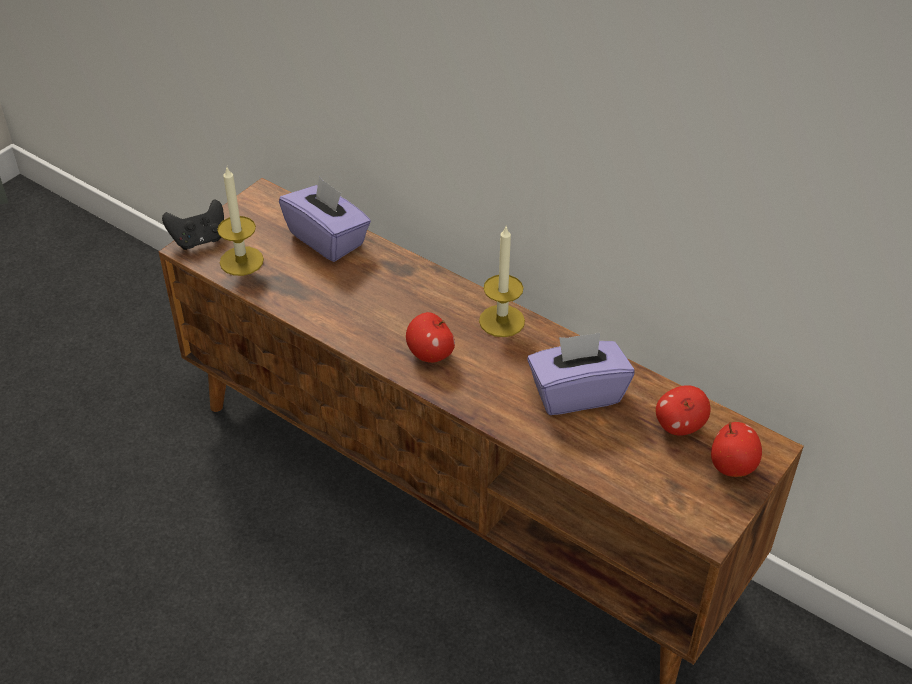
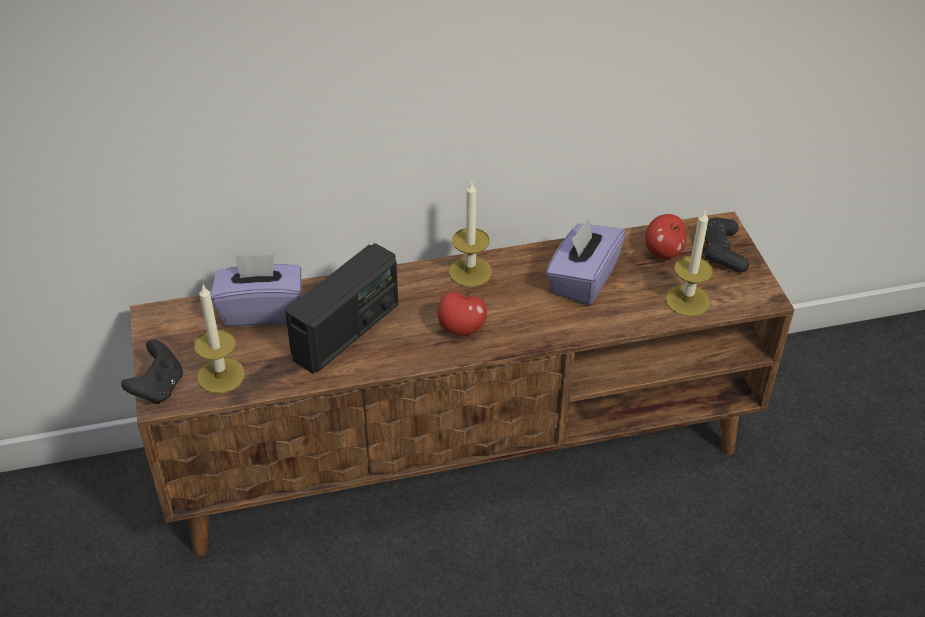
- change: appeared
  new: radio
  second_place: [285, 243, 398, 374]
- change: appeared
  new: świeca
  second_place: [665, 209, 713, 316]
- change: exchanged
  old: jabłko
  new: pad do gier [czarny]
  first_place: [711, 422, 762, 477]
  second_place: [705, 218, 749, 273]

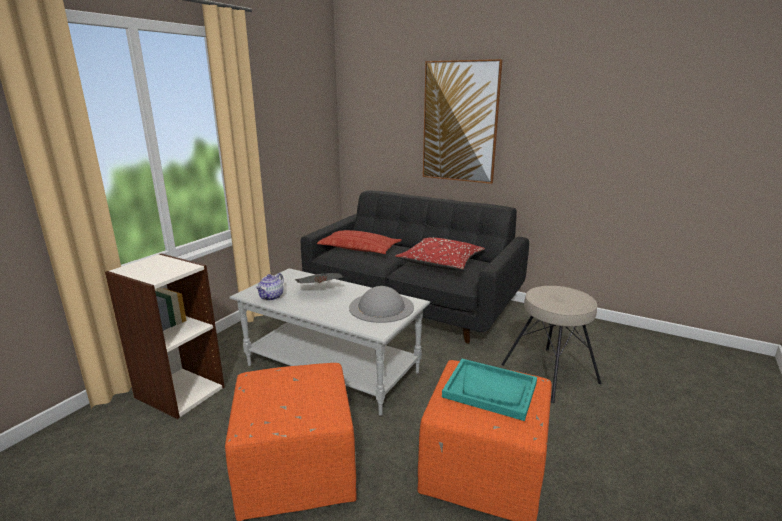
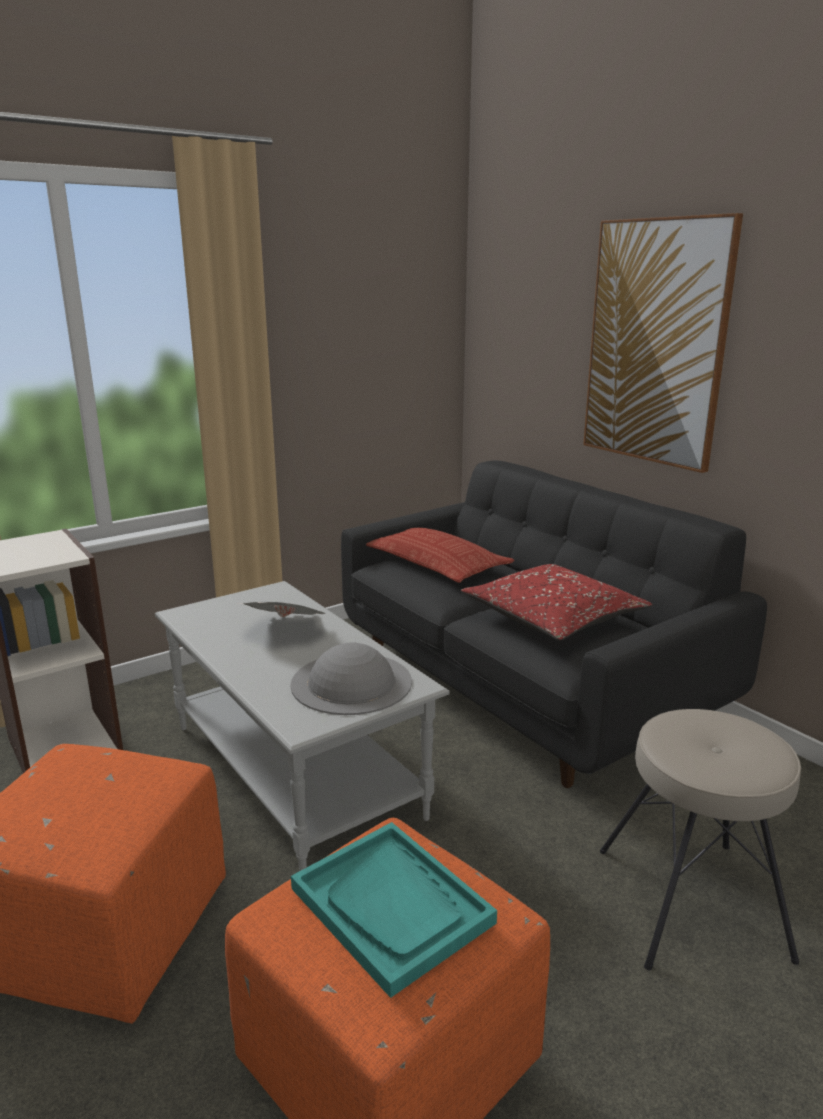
- change: missing
  old: imbryk
  first_place: [256, 273, 284, 300]

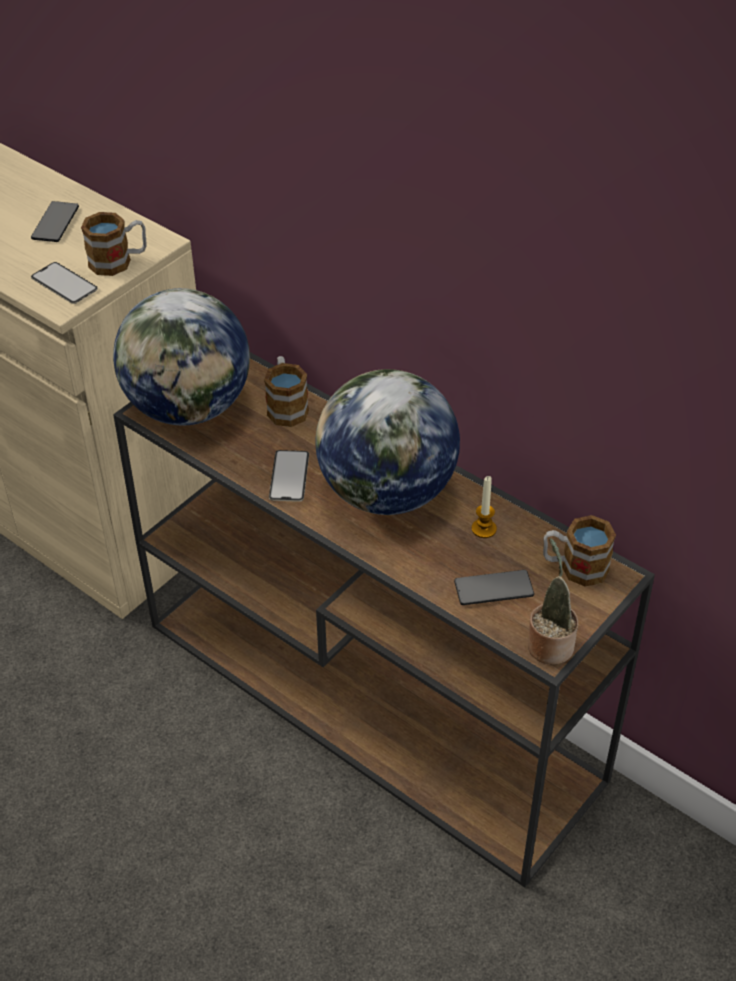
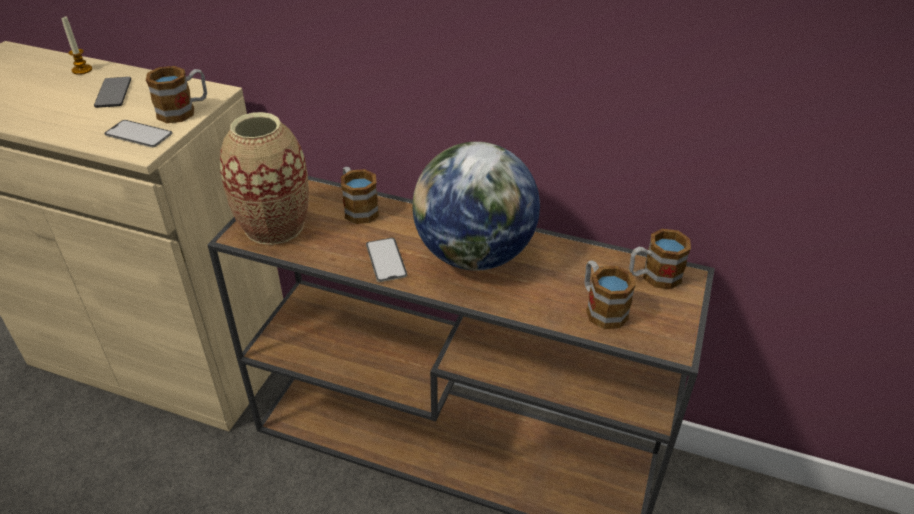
- change: missing
  old: roślina doniczkowa
  first_place: [528, 538, 578, 665]
- change: relocated
  old: świeca
  first_place: [472, 476, 497, 538]
  second_place: [62, 17, 92, 75]
- change: exchanged
  old: globus
  new: wazon
  first_place: [113, 288, 250, 426]
  second_place: [220, 112, 309, 245]
- change: exchanged
  old: telefon
  new: kubek
  first_place: [454, 570, 534, 605]
  second_place: [584, 260, 636, 329]

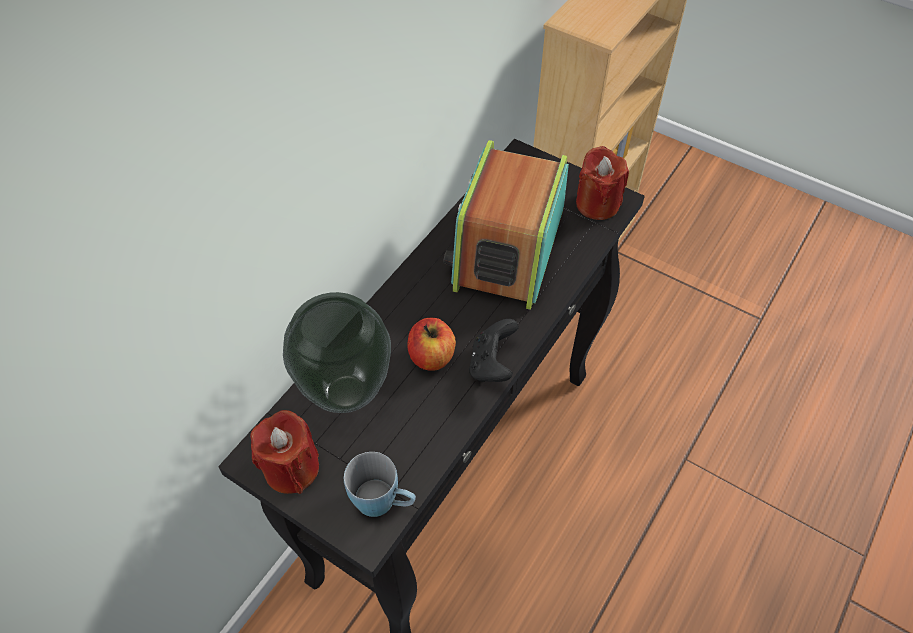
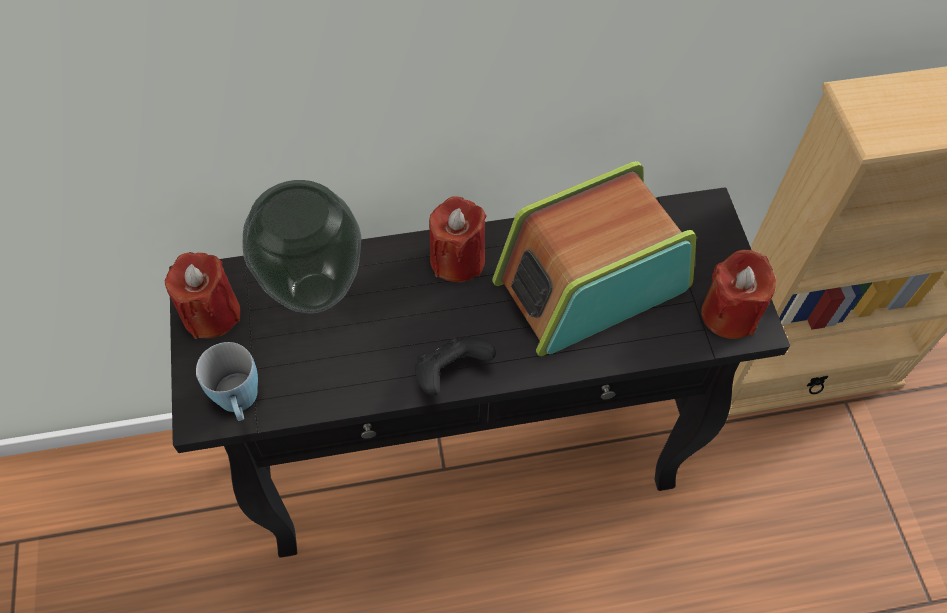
- change: missing
  old: jabłko
  first_place: [407, 318, 456, 371]
- change: appeared
  new: świeca [czerwony]
  second_place: [429, 196, 486, 282]

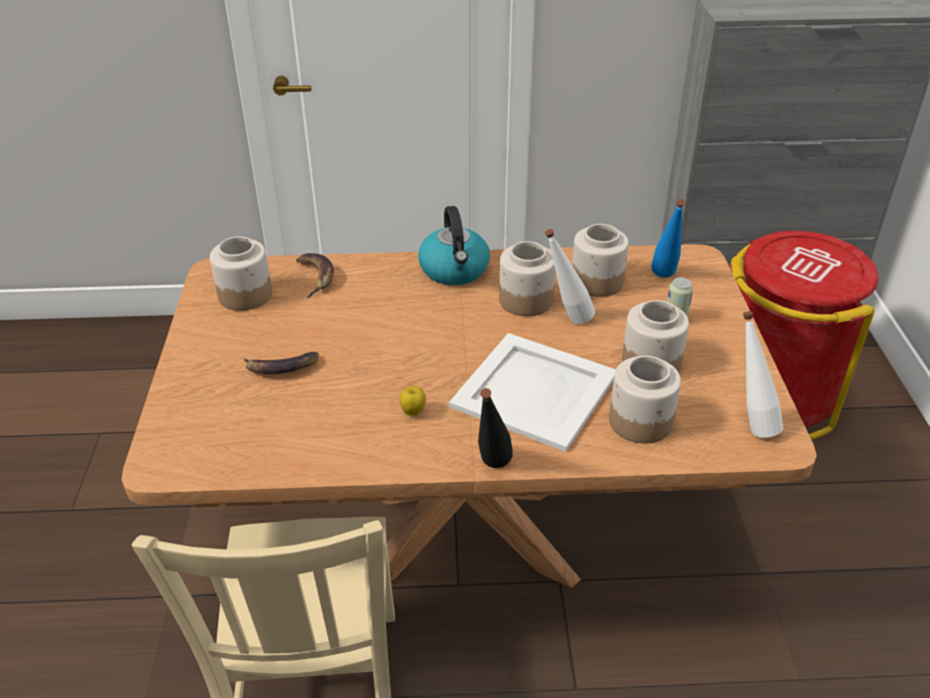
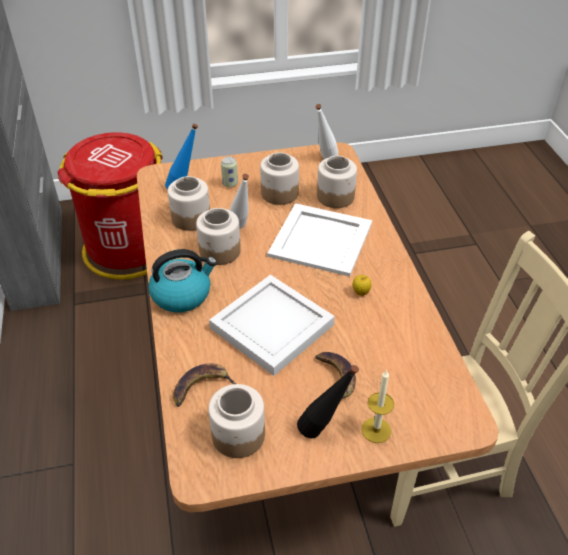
- change: appeared
  new: taca [biały]
  second_place: [209, 275, 335, 376]
- change: appeared
  new: świeca
  second_place: [362, 370, 394, 443]
- change: relocated
  old: butelka [czarny]
  first_place: [478, 388, 513, 468]
  second_place: [297, 365, 359, 439]

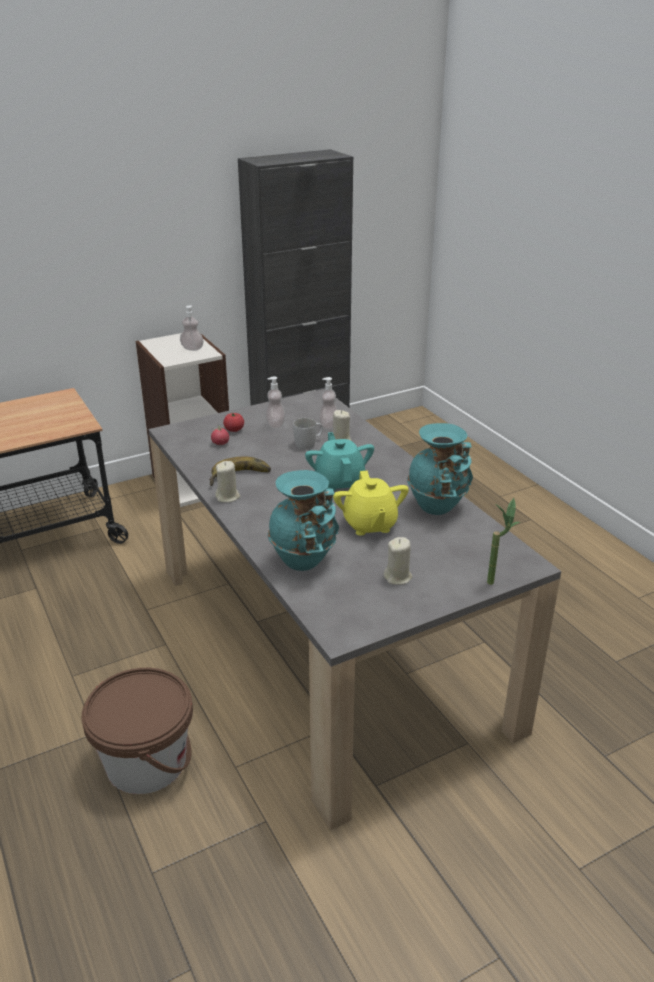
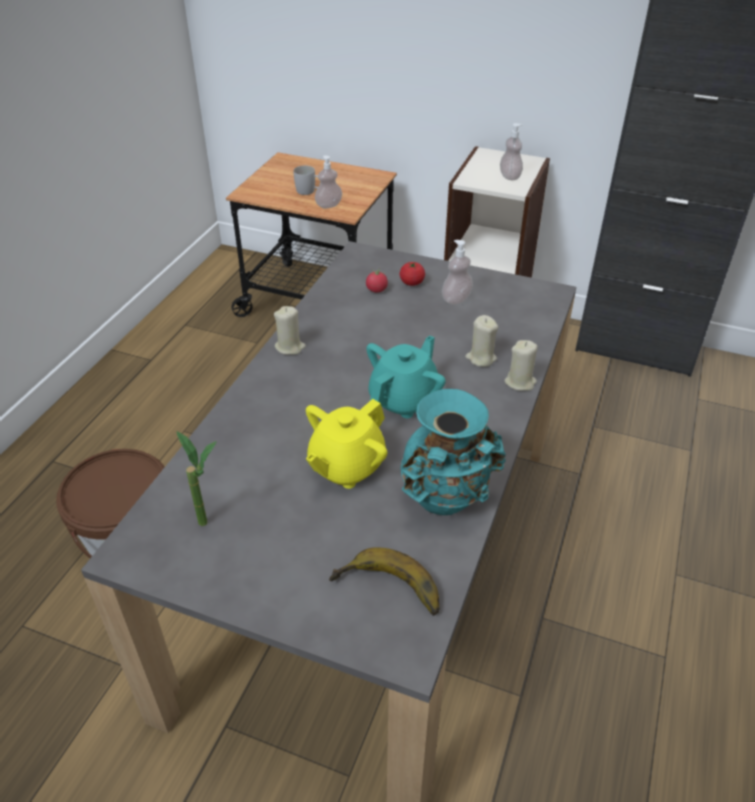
- change: missing
  old: wazon [turkusowy]
  first_place: [268, 470, 339, 571]
- change: relocated
  old: banan
  first_place: [210, 457, 271, 486]
  second_place: [329, 547, 440, 616]
- change: relocated
  old: kubek [biały]
  first_place: [293, 418, 323, 449]
  second_place: [294, 166, 318, 195]
- change: relocated
  old: dozownik mydła
  first_place: [318, 377, 338, 429]
  second_place: [315, 156, 342, 208]
- change: relocated
  old: świeca [beżowy]
  first_place: [383, 537, 413, 585]
  second_place: [504, 340, 538, 391]
- change: relocated
  old: roślina doniczkowa
  first_place: [487, 498, 520, 585]
  second_place: [176, 431, 217, 526]

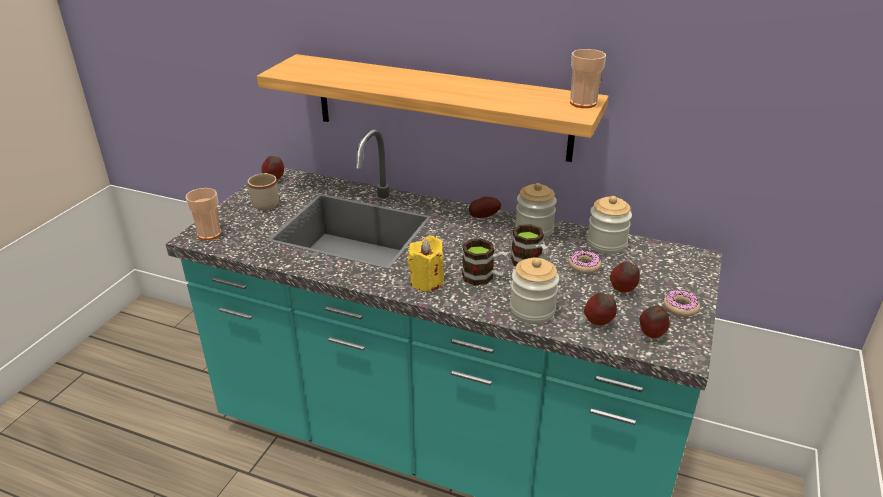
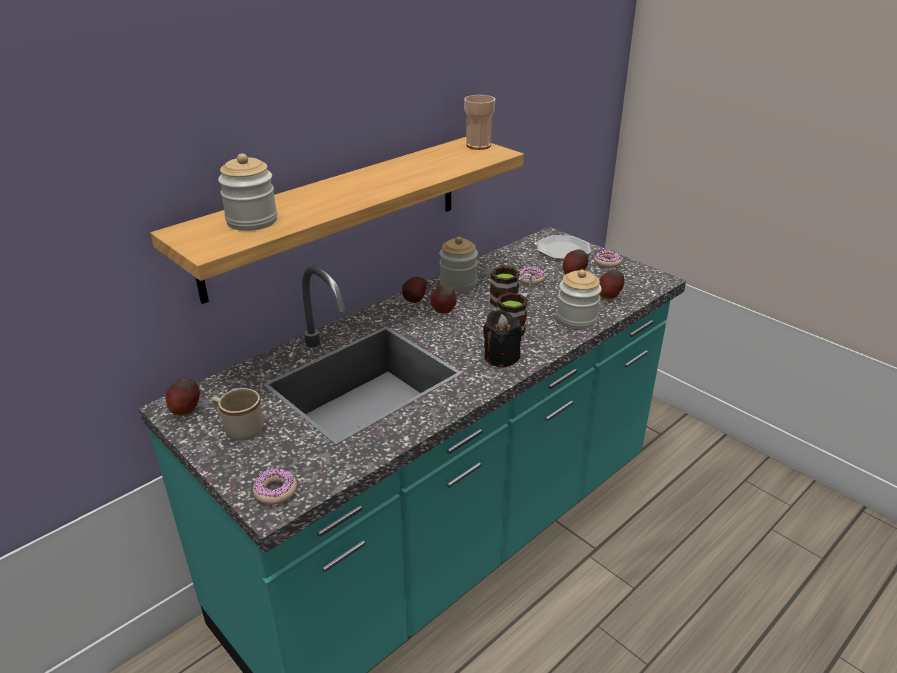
- change: appeared
  new: talerz
  second_place: [537, 235, 591, 259]
- change: relocated
  old: słoik
  first_place: [587, 196, 632, 254]
  second_place: [218, 153, 277, 231]
- change: relocated
  old: jabłko
  first_place: [640, 305, 670, 338]
  second_place: [431, 285, 456, 314]
- change: exchanged
  old: filiżanka
  new: donut
  first_place: [185, 188, 222, 240]
  second_place: [253, 469, 297, 505]
- change: colour
  old: świeca [żółty]
  new: świeca [czarny]
  first_place: [408, 236, 444, 292]
  second_place: [483, 310, 521, 367]

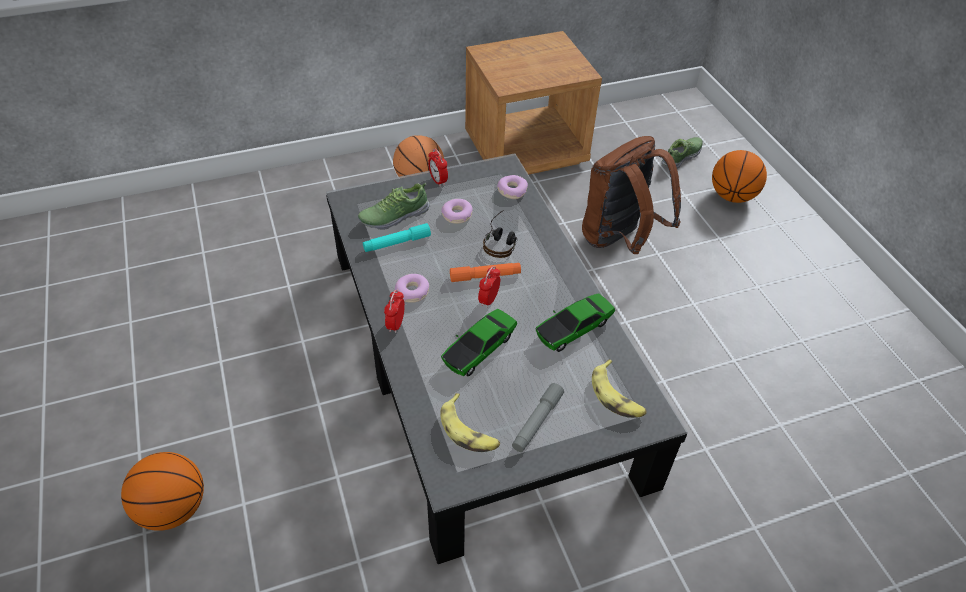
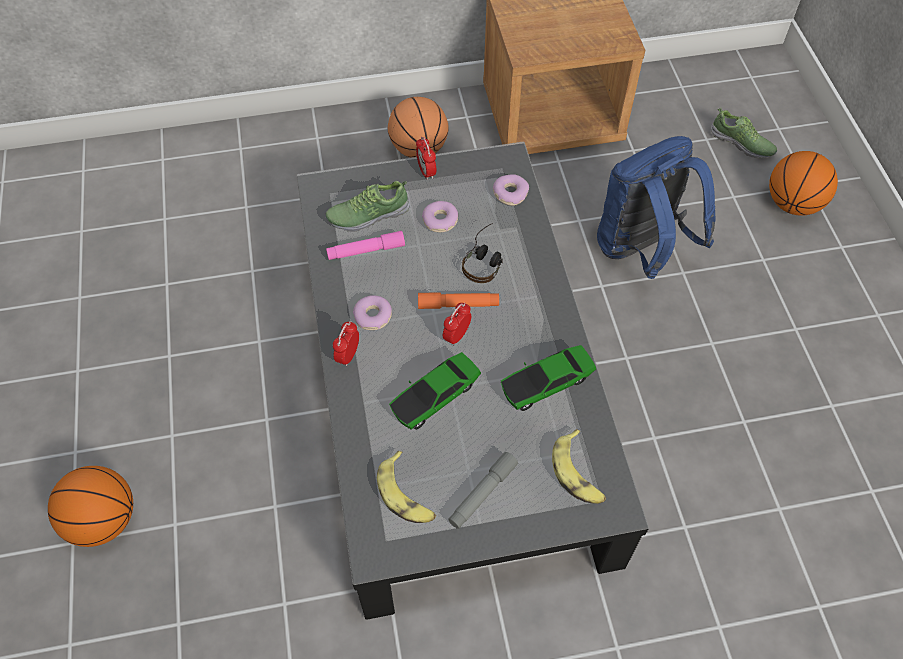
- change: colour
  old: latarka [turkusowy]
  new: latarka [różowy]
  first_place: [363, 223, 431, 252]
  second_place: [326, 231, 405, 260]
- change: colour
  old: plecak [brązowy]
  new: plecak [niebieski]
  first_place: [582, 136, 681, 254]
  second_place: [597, 136, 715, 279]
- change: spun
  old: but
  first_place: [661, 137, 703, 169]
  second_place: [711, 108, 777, 158]
  degrees: 75

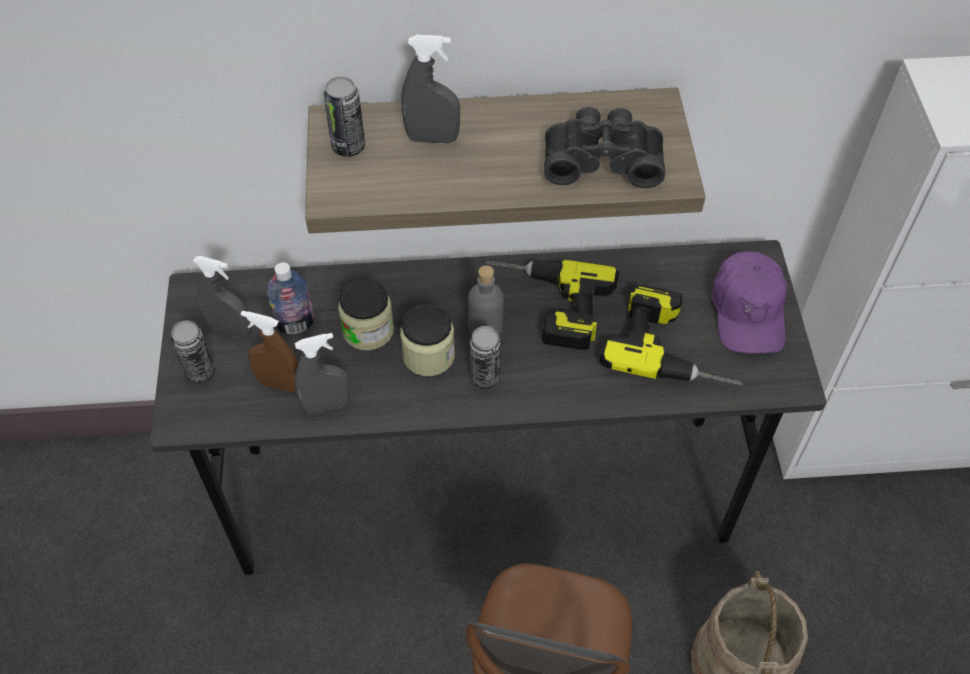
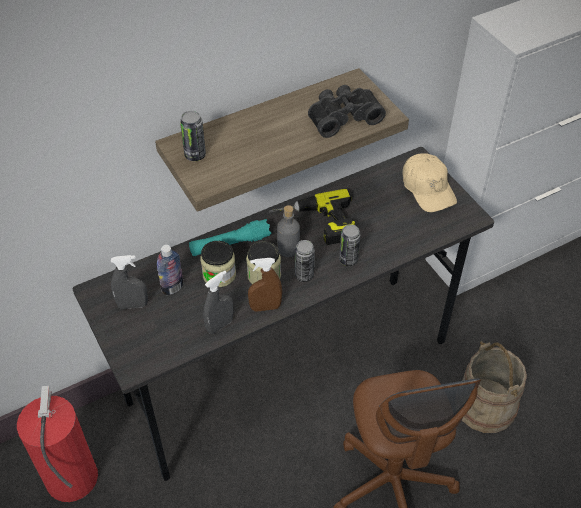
- change: missing
  old: spryskiwacz [szary]
  first_place: [401, 35, 460, 144]
- change: missing
  old: wiertarka
  first_place: [599, 285, 743, 386]
- change: appeared
  new: gaśnica
  second_place: [17, 386, 98, 502]
- change: appeared
  new: latarka [turkusowy]
  second_place: [189, 219, 271, 256]
- change: relocated
  old: puszka
  first_place: [171, 320, 215, 383]
  second_place: [339, 224, 361, 266]
- change: relocated
  old: spryskiwacz [brązowy]
  first_place: [241, 311, 298, 393]
  second_place: [248, 258, 282, 312]
- change: colour
  old: czapka z daszkiem [fioletowy]
  new: czapka z daszkiem [beżowy]
  first_place: [711, 251, 787, 353]
  second_place: [402, 153, 457, 212]

